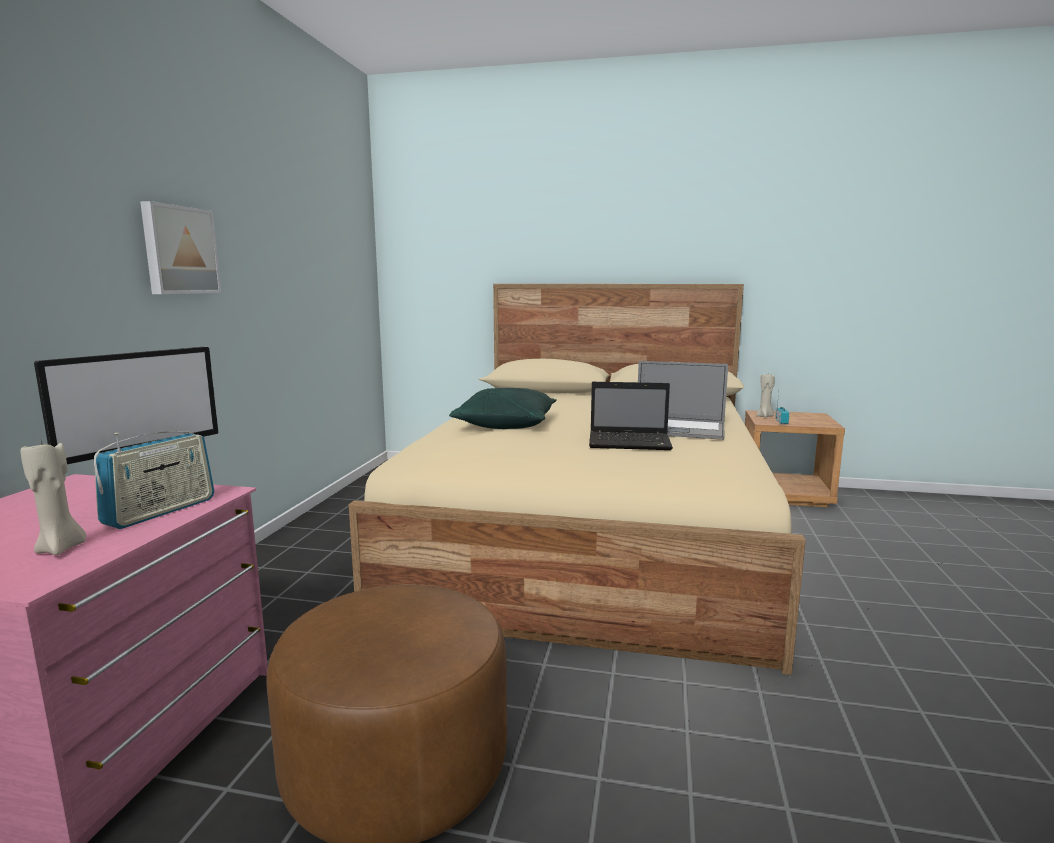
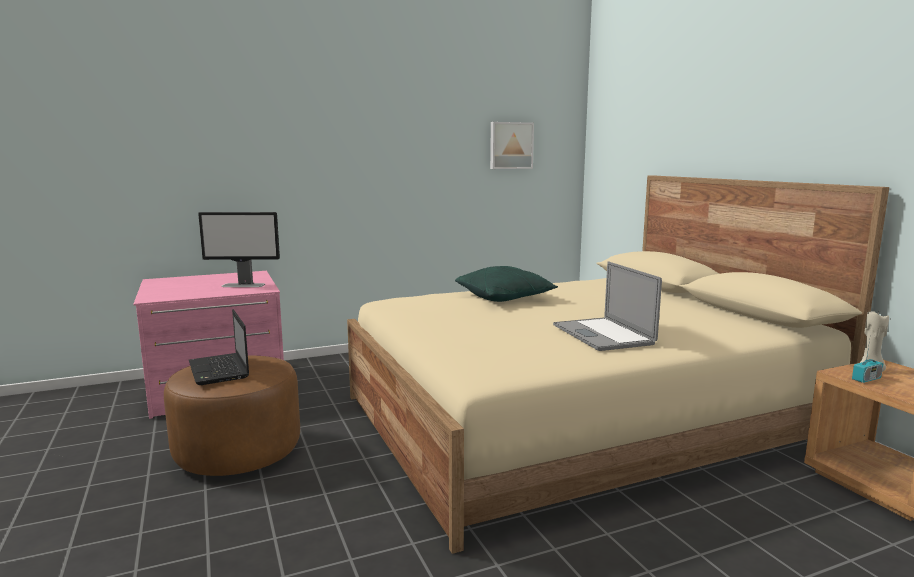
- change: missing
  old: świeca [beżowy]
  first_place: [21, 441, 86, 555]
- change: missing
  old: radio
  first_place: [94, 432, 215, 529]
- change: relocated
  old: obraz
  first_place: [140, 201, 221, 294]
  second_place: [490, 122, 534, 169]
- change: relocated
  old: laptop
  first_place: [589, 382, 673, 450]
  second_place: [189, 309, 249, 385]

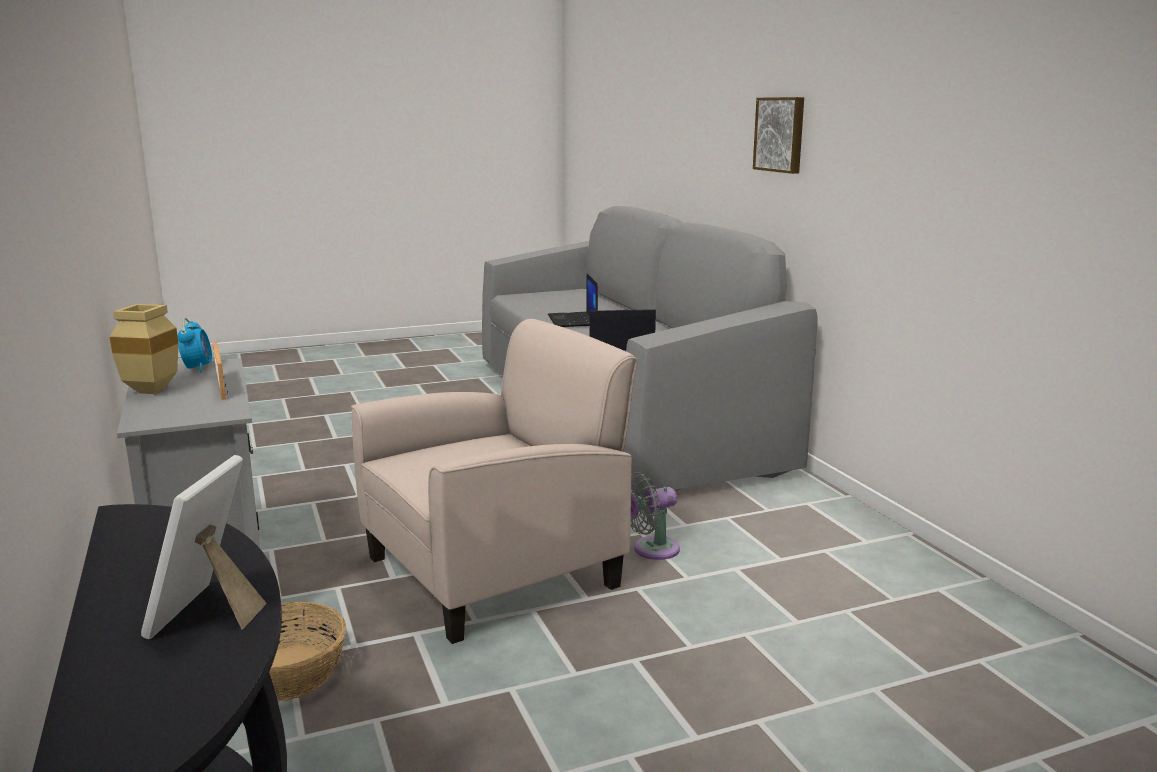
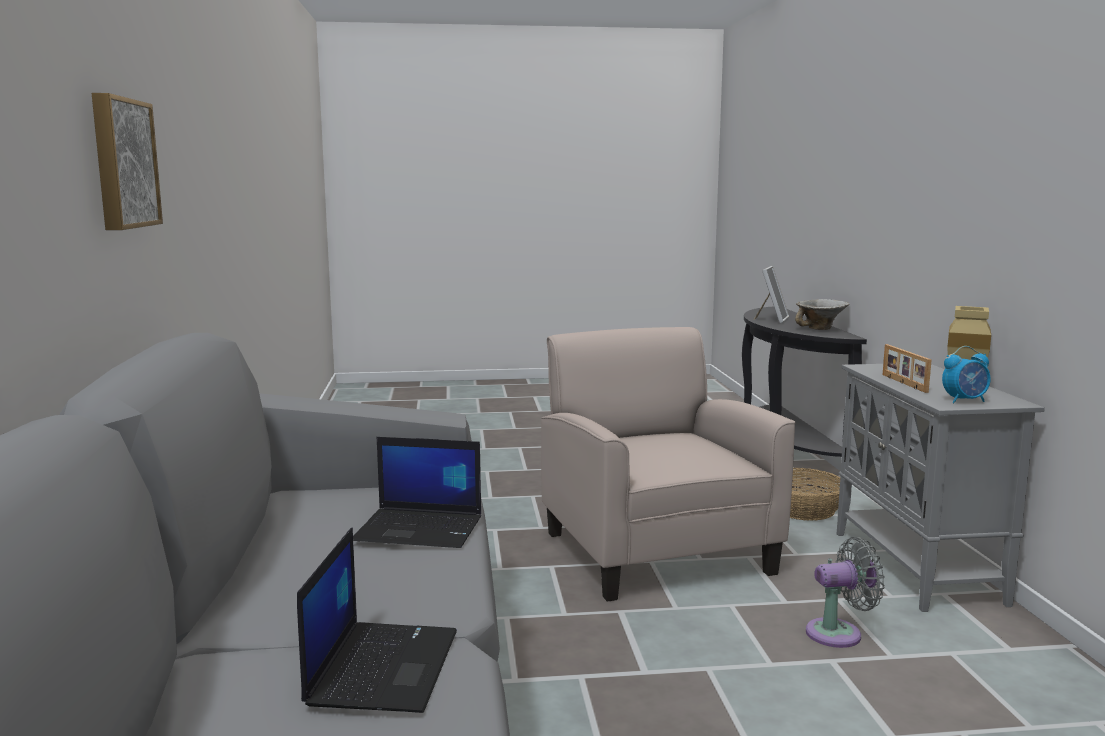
- change: appeared
  new: miska
  second_place: [795, 299, 849, 330]
- change: relocated
  old: wentylator [szary]
  first_place: [631, 472, 680, 560]
  second_place: [806, 537, 885, 648]
- change: spun
  old: budzik
  first_place: [178, 318, 212, 373]
  second_place: [942, 346, 991, 403]
  degrees: -105
- change: spun
  old: fotel [beżowy]
  first_place: [351, 319, 638, 644]
  second_place: [541, 327, 796, 602]
  degrees: 90

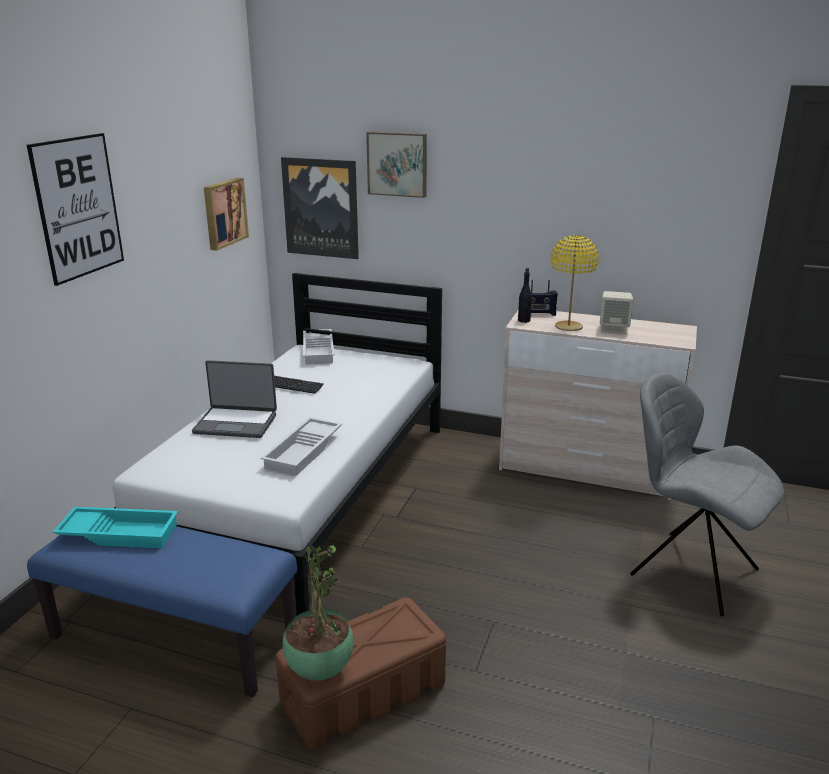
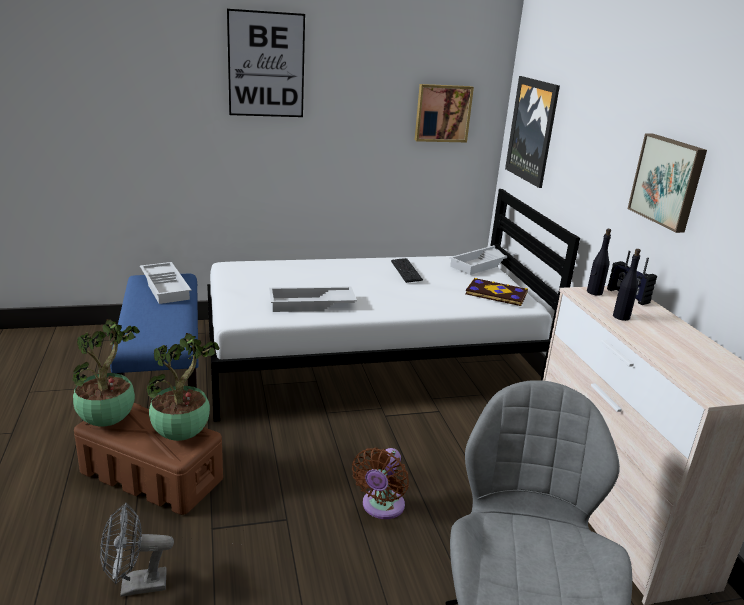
- change: missing
  old: laptop
  first_place: [192, 360, 277, 438]
- change: missing
  old: głośnik [beżowy]
  first_place: [600, 291, 633, 334]
- change: appeared
  new: wentylator [szary]
  second_place: [100, 503, 174, 597]
- change: appeared
  new: roślina doniczkowa
  second_place: [146, 333, 219, 441]
- change: appeared
  new: wentylator [brązowy]
  second_place: [352, 447, 409, 519]
- change: appeared
  new: książka
  second_place: [465, 278, 528, 306]
- change: relocated
  old: obraz
  first_place: [366, 132, 427, 198]
  second_place: [627, 133, 707, 233]
- change: exchanged
  old: lampa stołowa [żółty]
  new: butelka [czarny]
  first_place: [551, 235, 599, 331]
  second_place: [613, 249, 641, 321]
- change: colour
  old: taca [turkusowy]
  new: taca [biały]
  first_place: [53, 507, 178, 548]
  second_place: [140, 262, 191, 304]

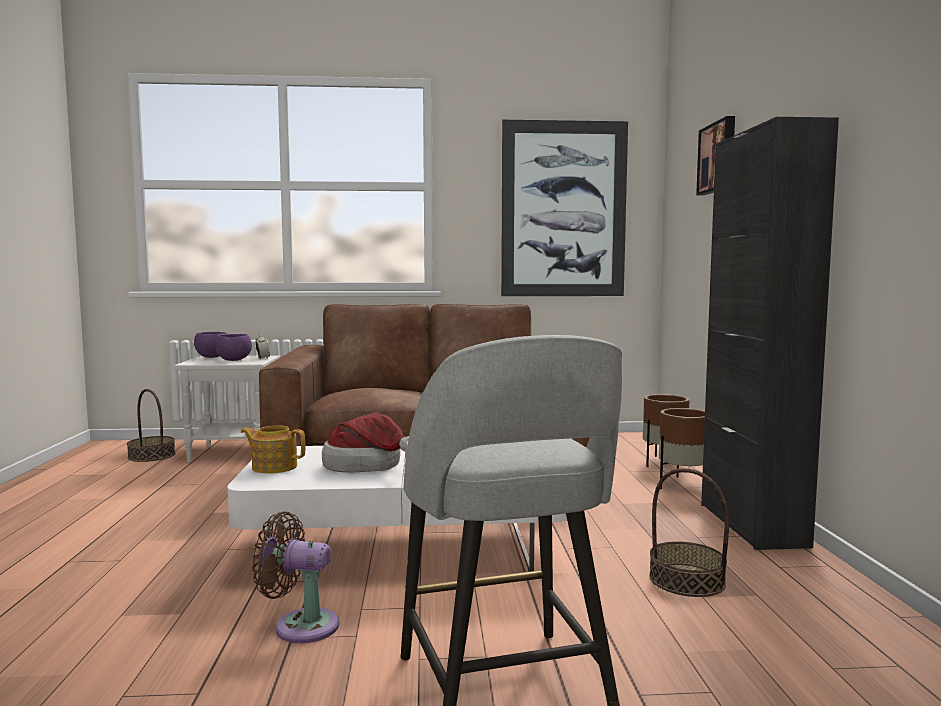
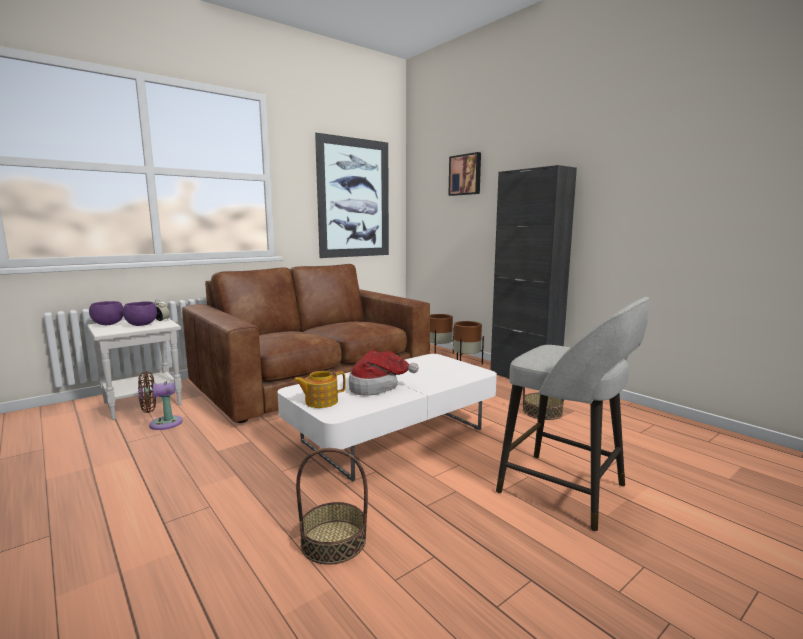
- change: relocated
  old: koszyk
  first_place: [127, 389, 175, 462]
  second_place: [296, 448, 368, 565]
- change: relocated
  old: wentylator [brązowy]
  first_place: [252, 512, 339, 643]
  second_place: [138, 372, 183, 430]

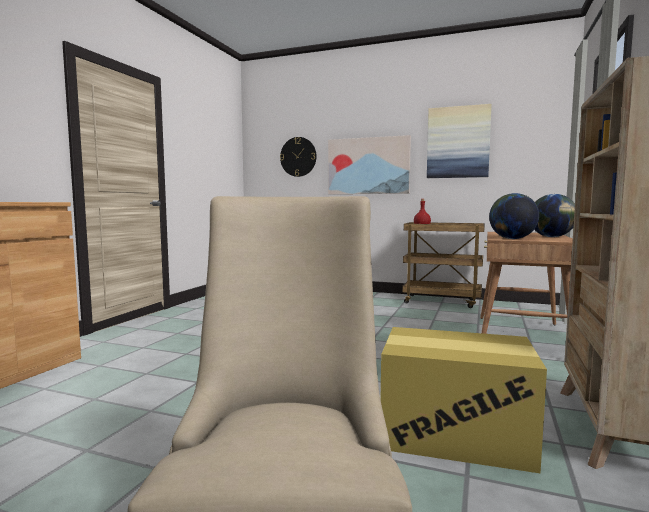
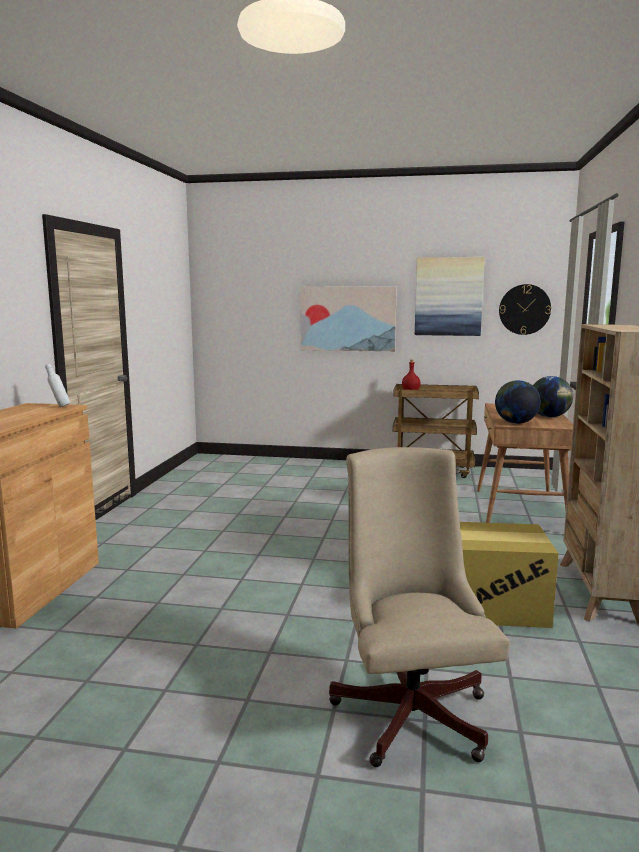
- change: appeared
  new: butelka [biały]
  second_place: [45, 364, 70, 407]
- change: relocated
  old: zegar ścienny
  first_place: [280, 137, 317, 177]
  second_place: [499, 284, 551, 335]

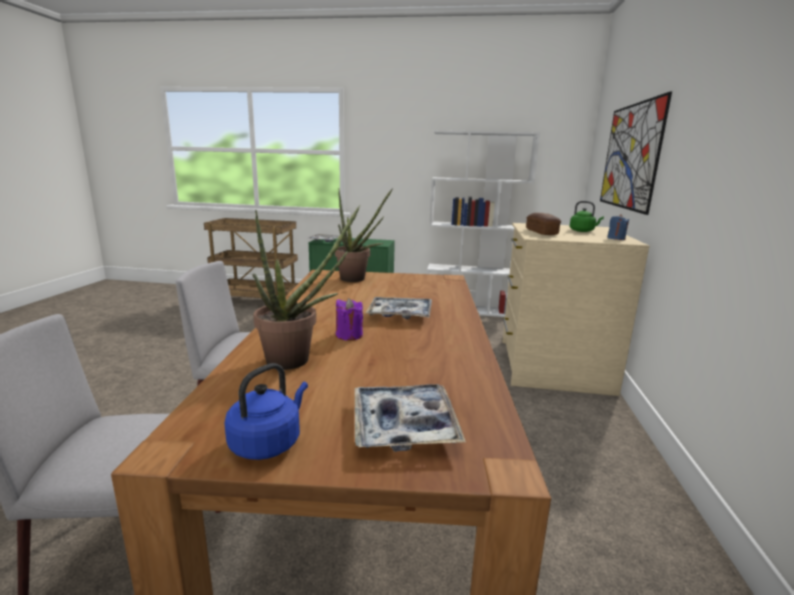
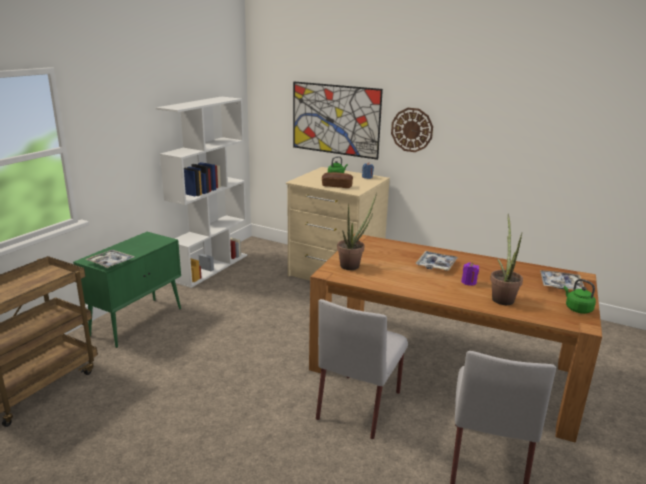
- change: appeared
  new: zegar ścienny
  second_place: [391, 108, 433, 152]
- change: colour
  old: czajnik [niebieski]
  new: czajnik [zielony]
  first_place: [224, 363, 308, 460]
  second_place: [564, 279, 596, 314]

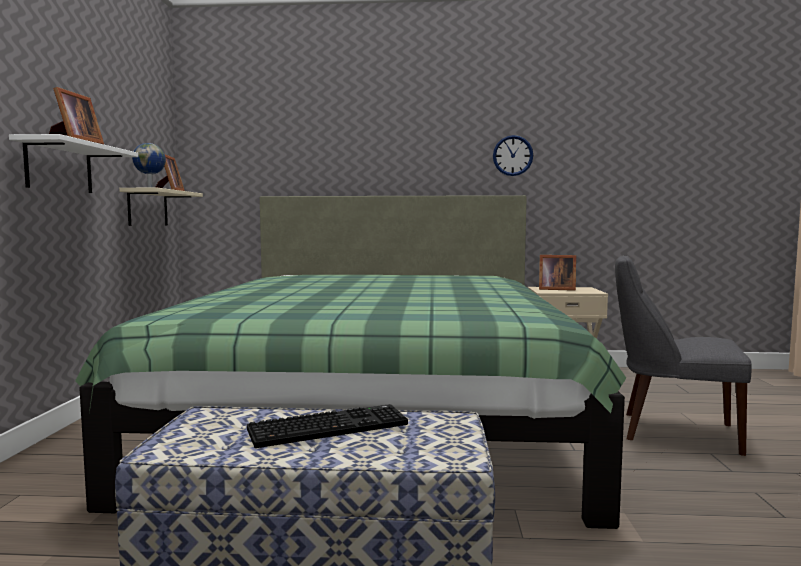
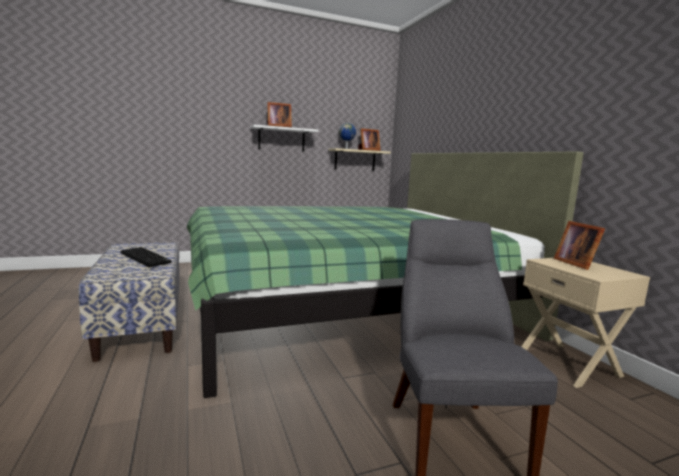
- change: missing
  old: zegar ścienny
  first_place: [493, 135, 533, 176]

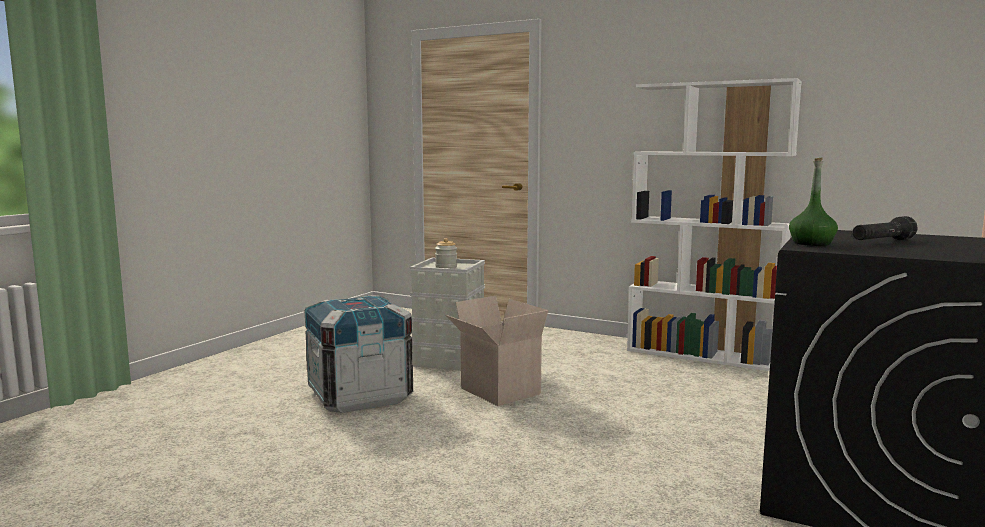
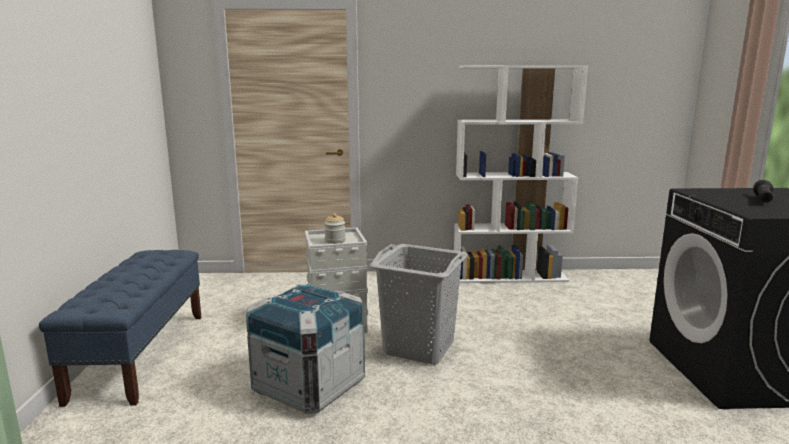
- change: missing
  old: butelka [zielony]
  first_place: [789, 158, 838, 246]
- change: appeared
  new: ławka [niebieski]
  second_place: [39, 250, 202, 407]
- change: exchanged
  old: karton
  new: kosz na pranie [szary]
  first_place: [446, 296, 549, 406]
  second_place: [370, 244, 468, 365]

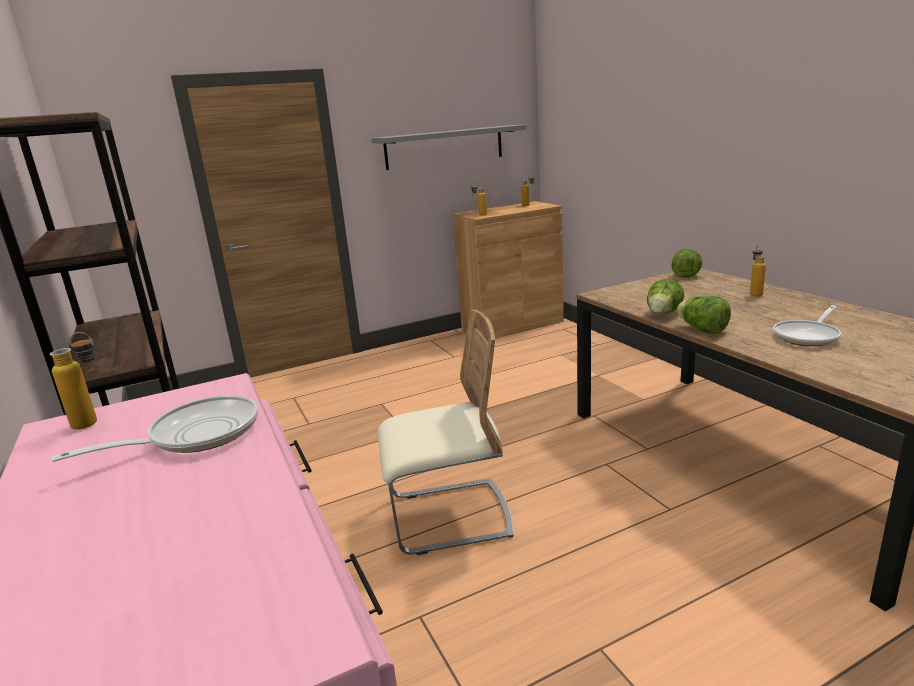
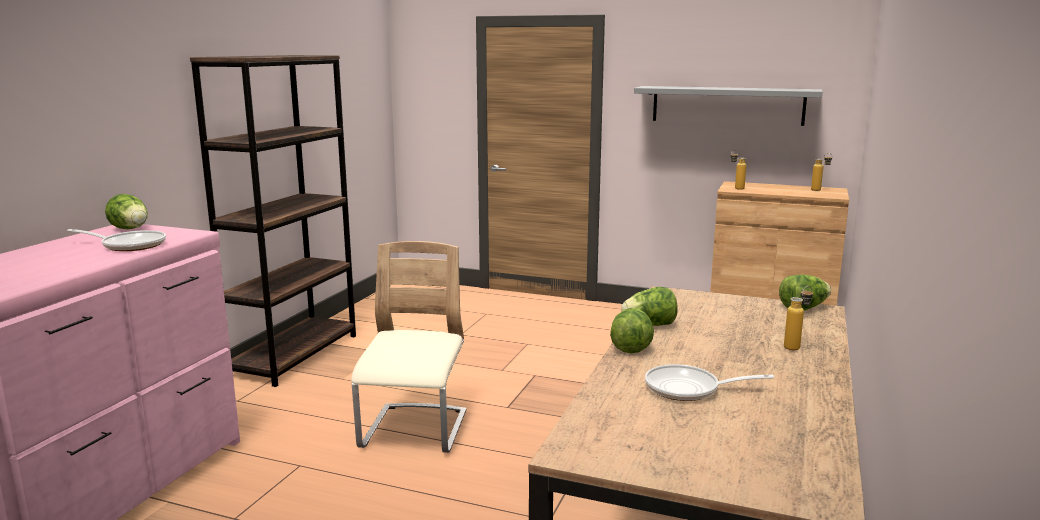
- change: exchanged
  old: butelka
  new: sałata
  first_place: [50, 332, 97, 429]
  second_place: [105, 194, 148, 229]
- change: spun
  old: krzesło [beżowy]
  first_place: [378, 309, 514, 555]
  second_place: [351, 241, 467, 453]
  degrees: -120

